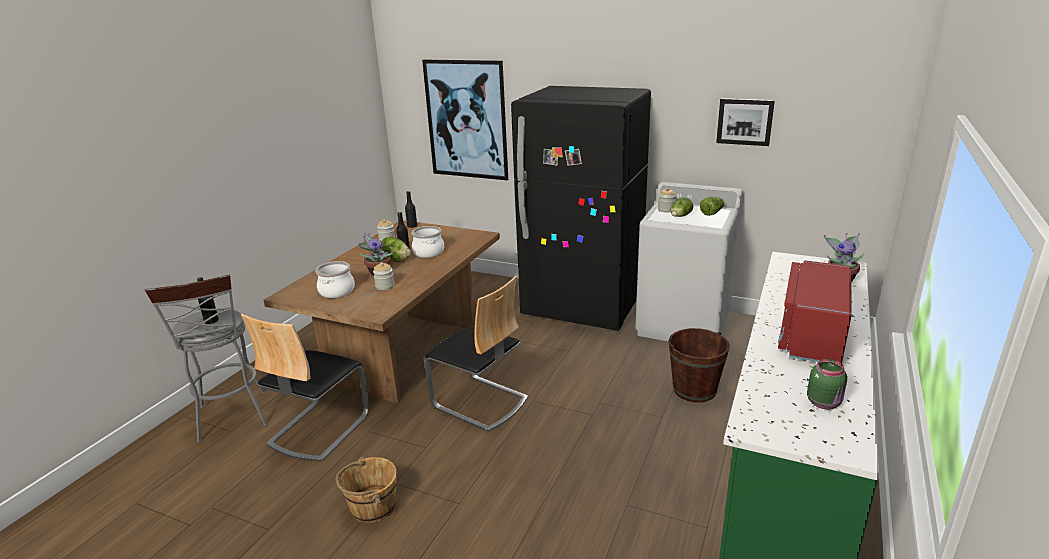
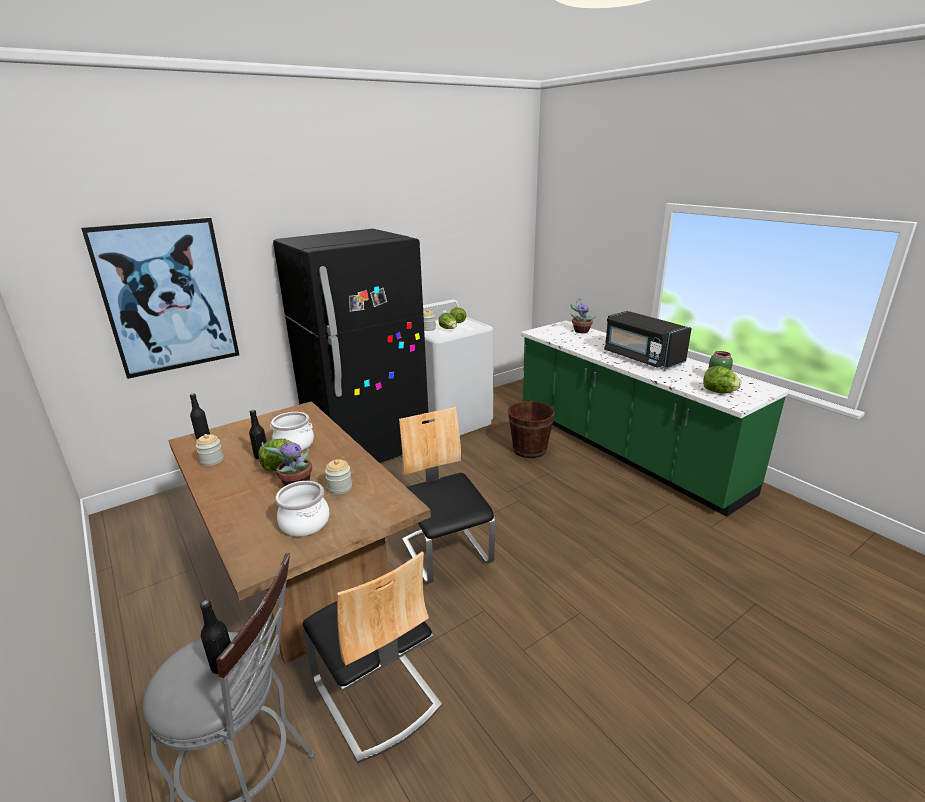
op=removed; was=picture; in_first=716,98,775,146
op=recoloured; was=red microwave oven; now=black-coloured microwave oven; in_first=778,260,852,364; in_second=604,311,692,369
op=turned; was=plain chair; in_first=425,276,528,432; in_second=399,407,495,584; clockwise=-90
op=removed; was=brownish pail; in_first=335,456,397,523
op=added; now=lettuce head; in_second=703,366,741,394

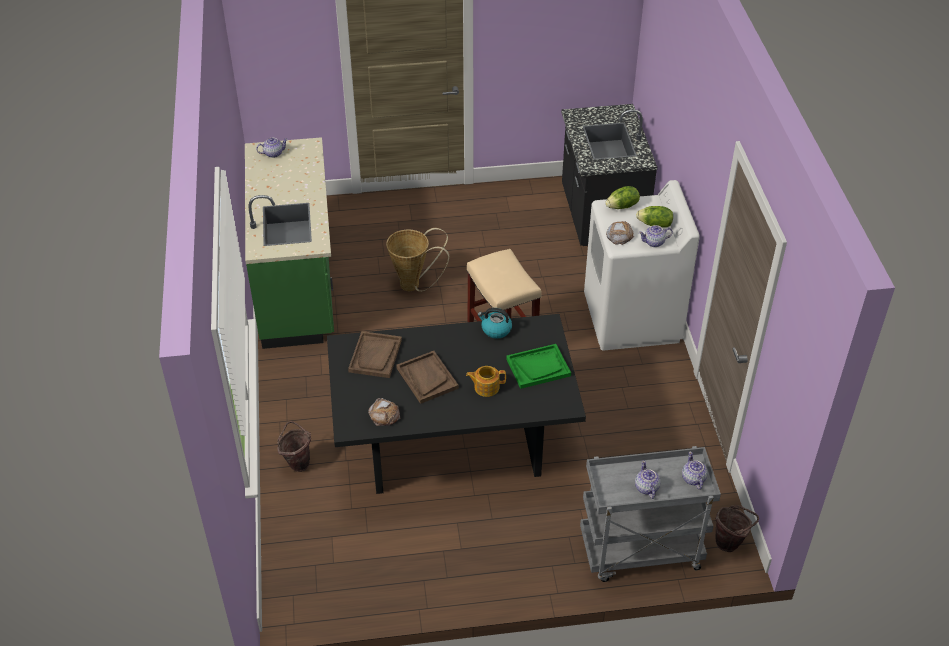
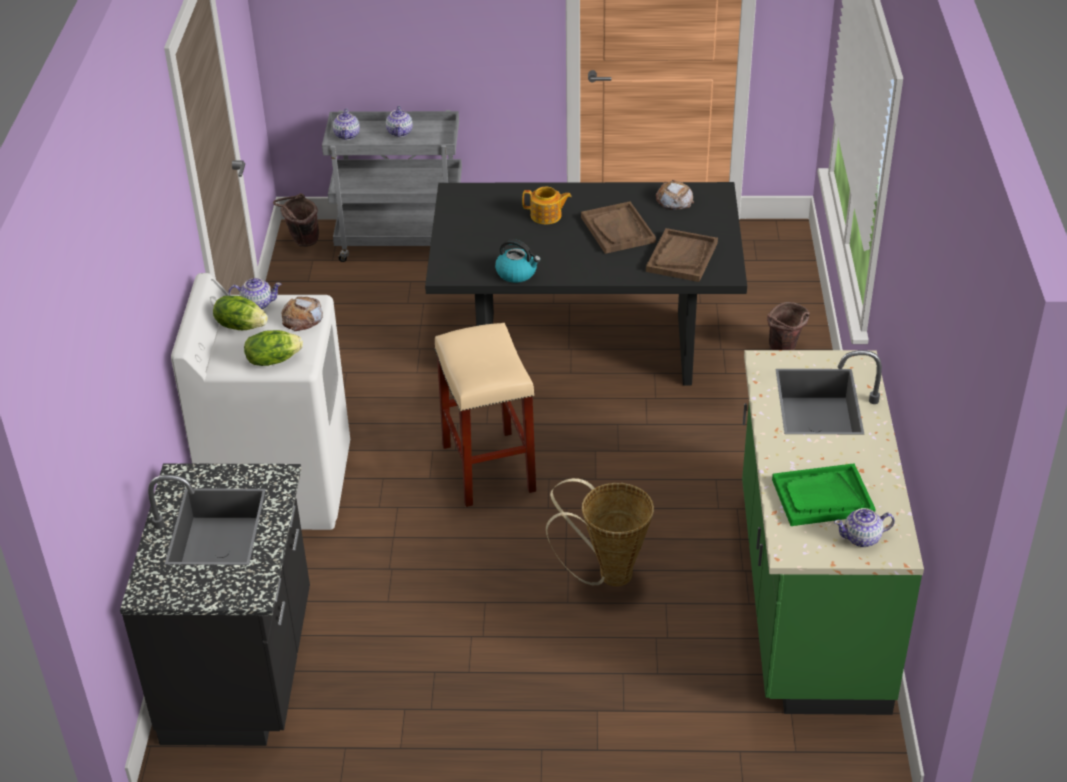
op=moved; was=greenish tray; in_first=506,344,571,389; in_second=772,463,876,526

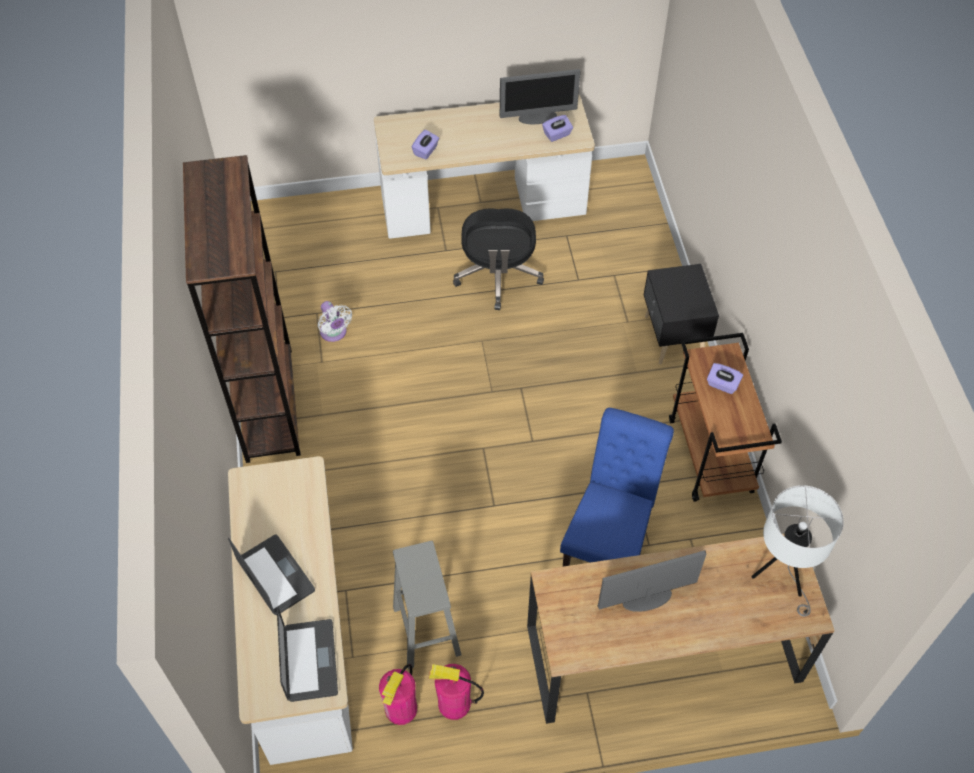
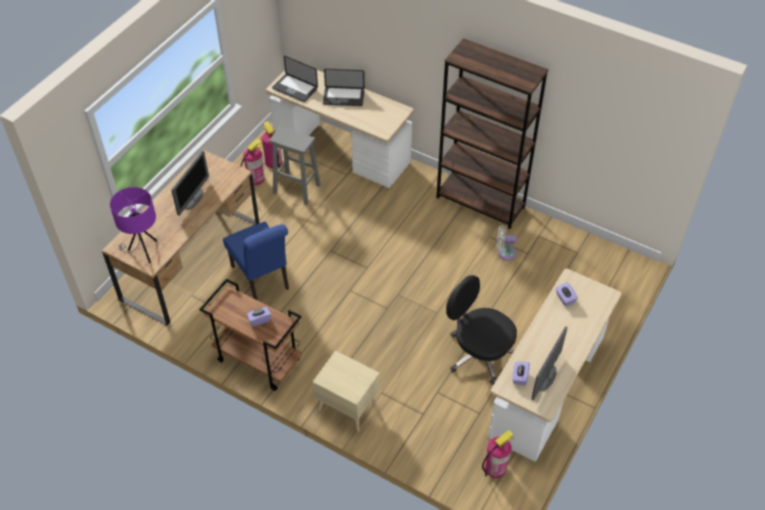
op=recoloured; was=black-coloured bedside table; now=beige bedside table; in_first=644,264,719,364; in_second=312,351,380,432
op=recoloured; was=whitish lamp for a table; now=purple-coloured lamp for a table; in_first=752,485,844,616; in_second=110,187,157,263
op=added; now=fire extinguisher; in_second=482,430,514,478

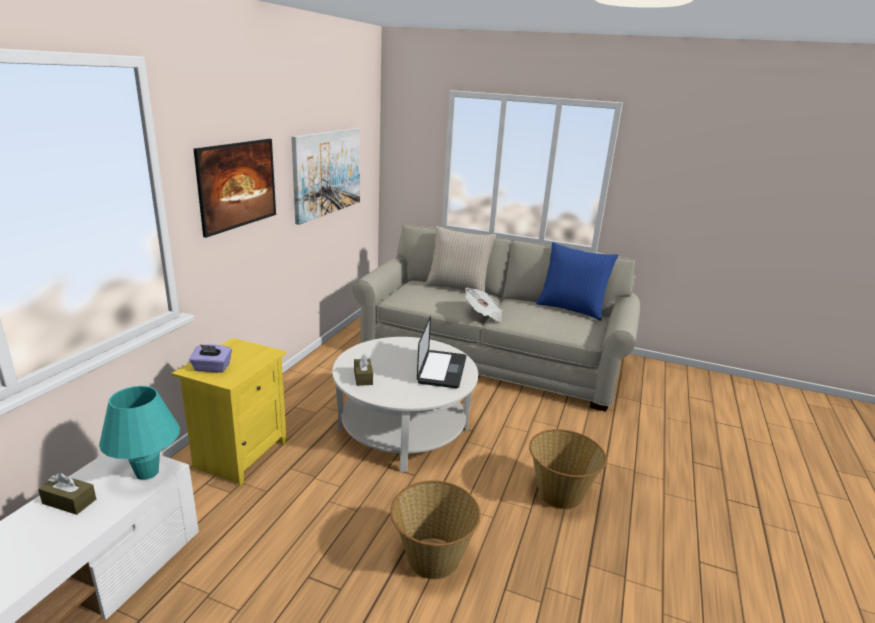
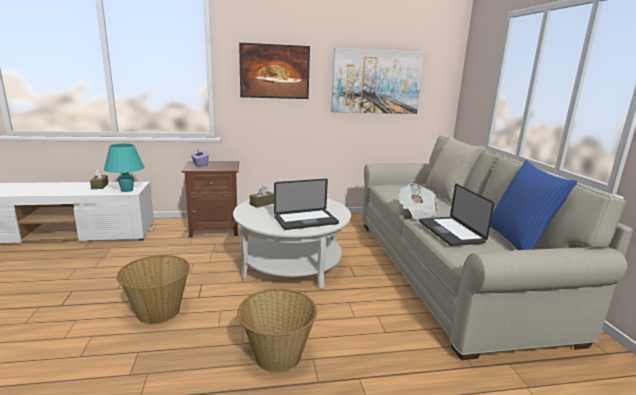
op=recoloured; was=yellow-coloured bedside table; now=brownish bedside table; in_first=172,338,287,486; in_second=182,161,239,238
op=added; now=notebook computer; in_second=419,183,494,246

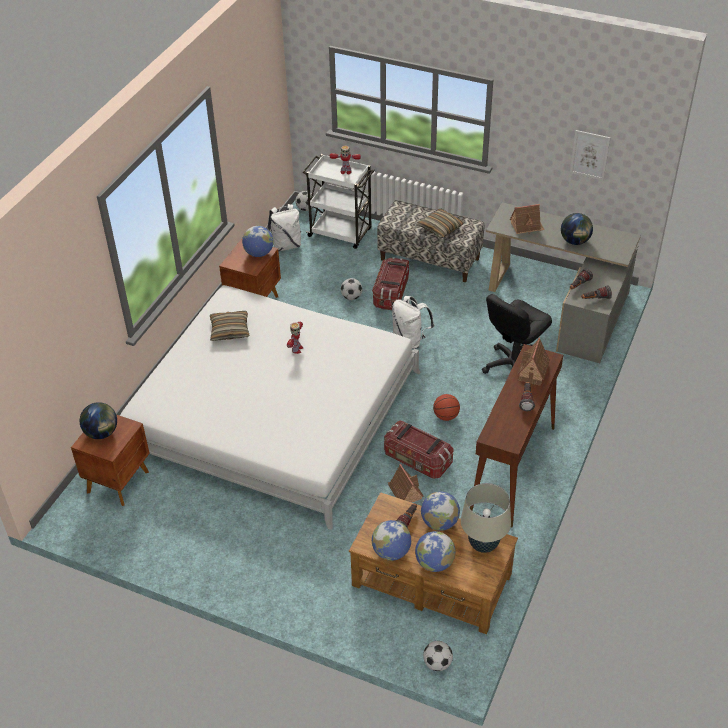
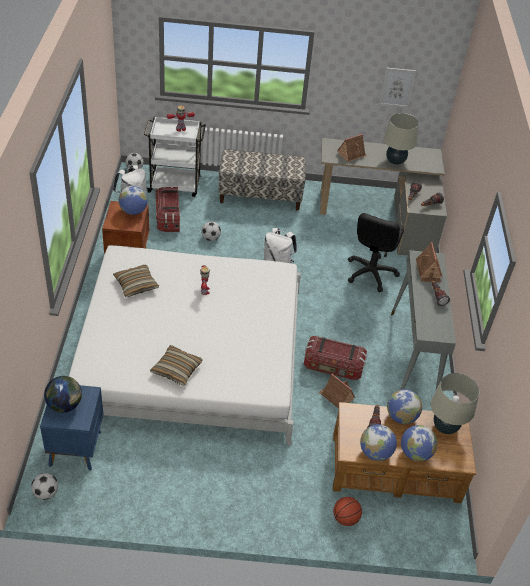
op=moved; was=throw pillow; in_first=417,208,465,238; in_second=150,345,203,386
op=replaced; was=world globe; now=beige lamp for a table; in_first=561,213,593,245; in_second=384,113,419,164
op=moved; was=storage box; in_first=372,257,409,310; in_second=155,186,180,232
op=recoloured; was=brownish console table; now=grey console table; in_first=470,344,563,527; in_second=391,250,456,390
op=moved; was=basketball; in_first=433,394,460,421; in_second=333,497,362,526
op=recoloured; was=brownish bedside table; now=bluish bedside table; in_first=71,415,150,506; in_second=40,385,104,471
op=moved; was=football ball; in_first=423,641,453,671; in_second=31,473,58,500

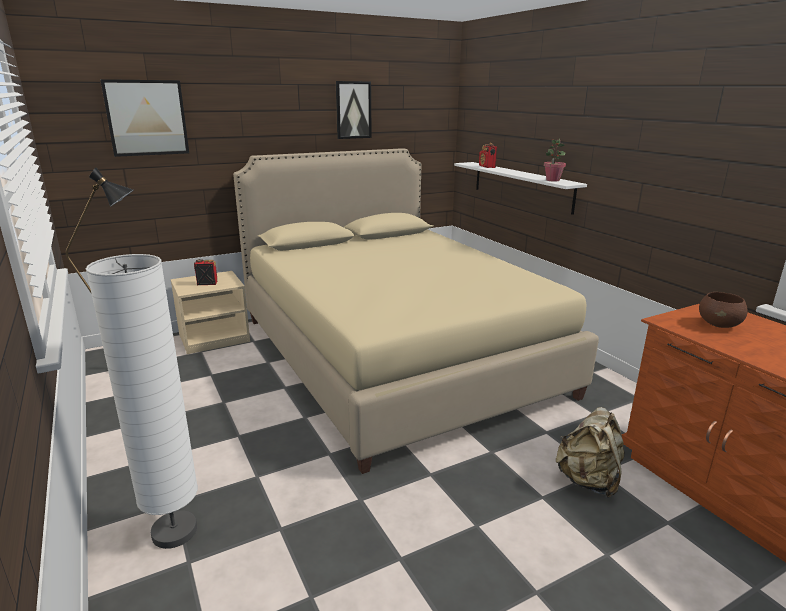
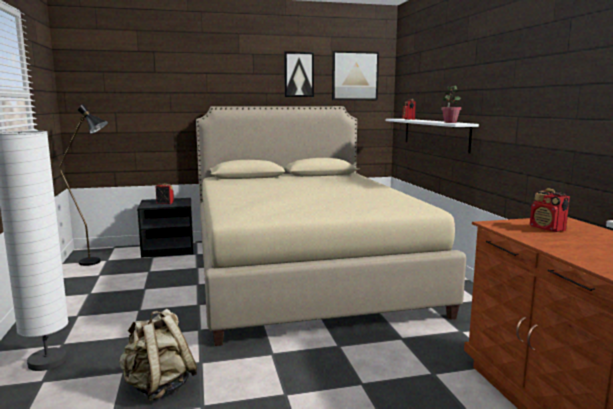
op=moved; was=picture; in_first=100,79,189,157; in_second=332,51,379,100
op=recoloured; was=beige bedside table; now=black-coloured bedside table; in_first=170,271,250,354; in_second=137,198,194,258
op=replaced; was=brownish bowl; now=radio; in_first=699,292,748,328; in_second=530,188,570,232
op=moved; was=beige backpack; in_first=556,407,624,497; in_second=119,309,197,402

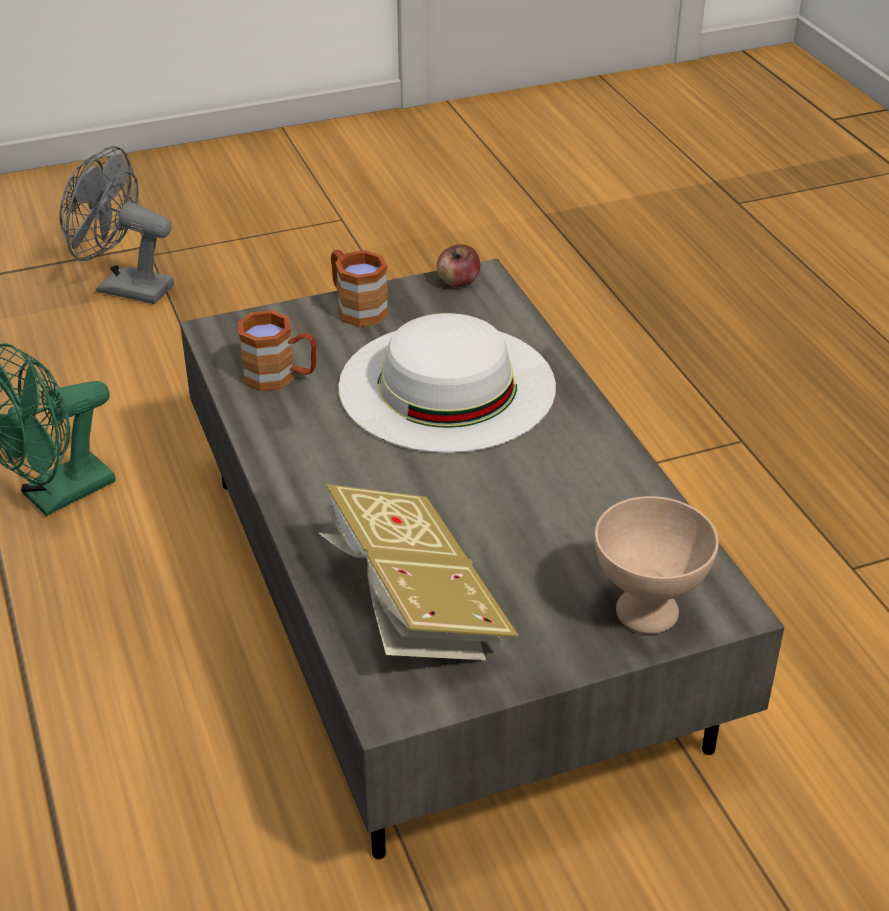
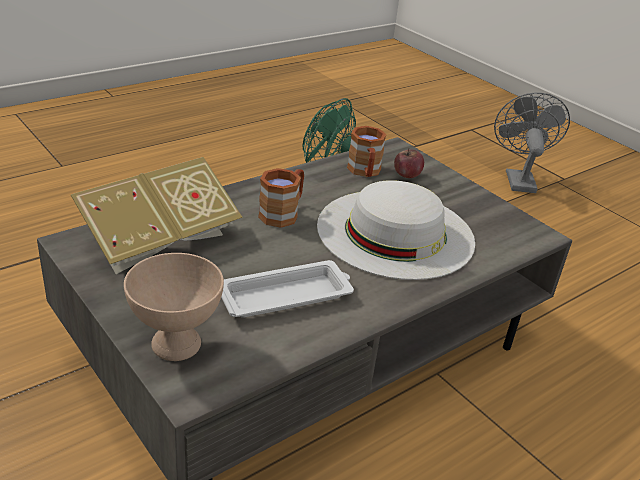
op=moved; was=whole apple; in_first=437,245,480,287; in_second=394,148,424,178
op=moved; was=brownish coffee mug; in_first=331,250,389,327; in_second=258,168,304,228
op=added; now=whitish tray; in_second=221,260,354,318

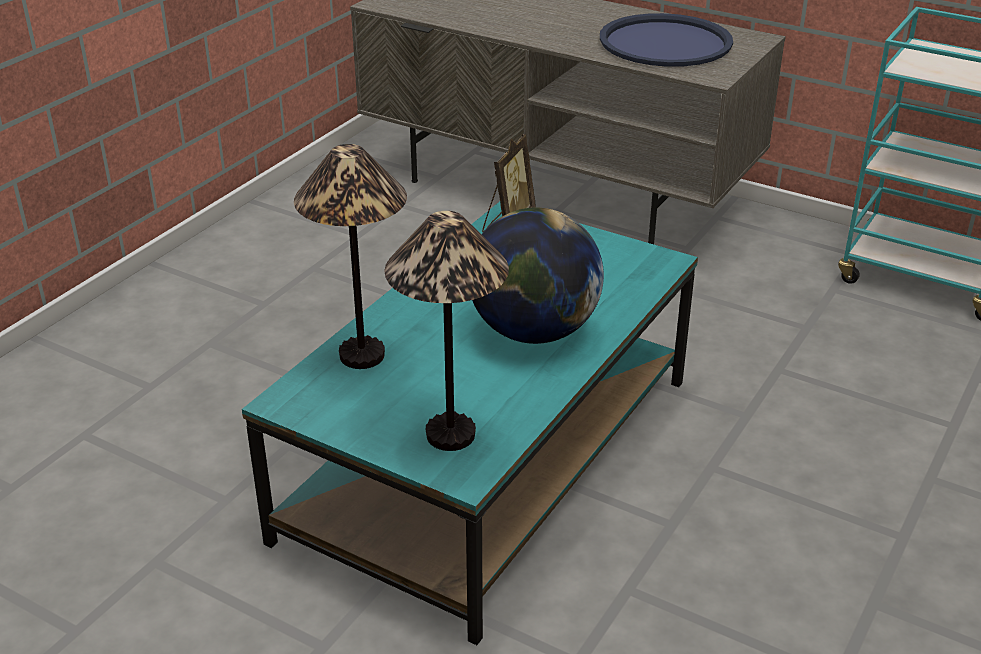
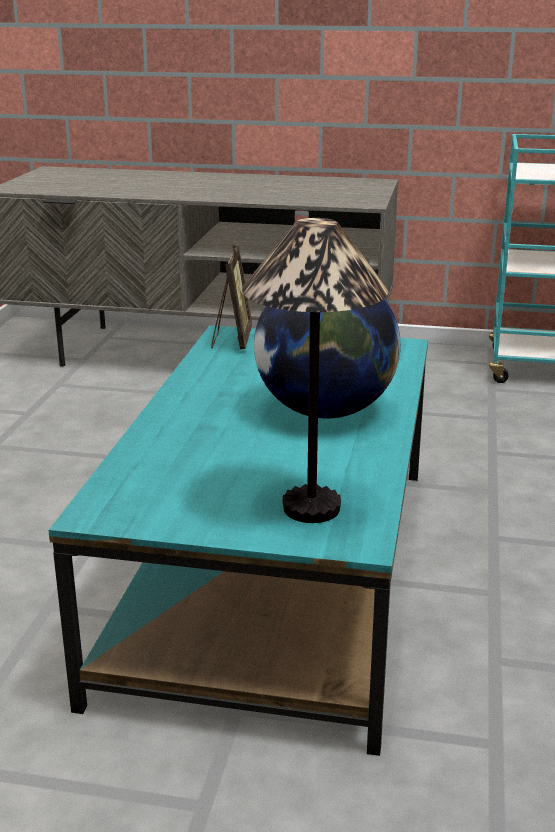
op=removed; was=bluish tray; in_first=600,13,733,67
op=removed; was=lamp for a table; in_first=294,144,407,369

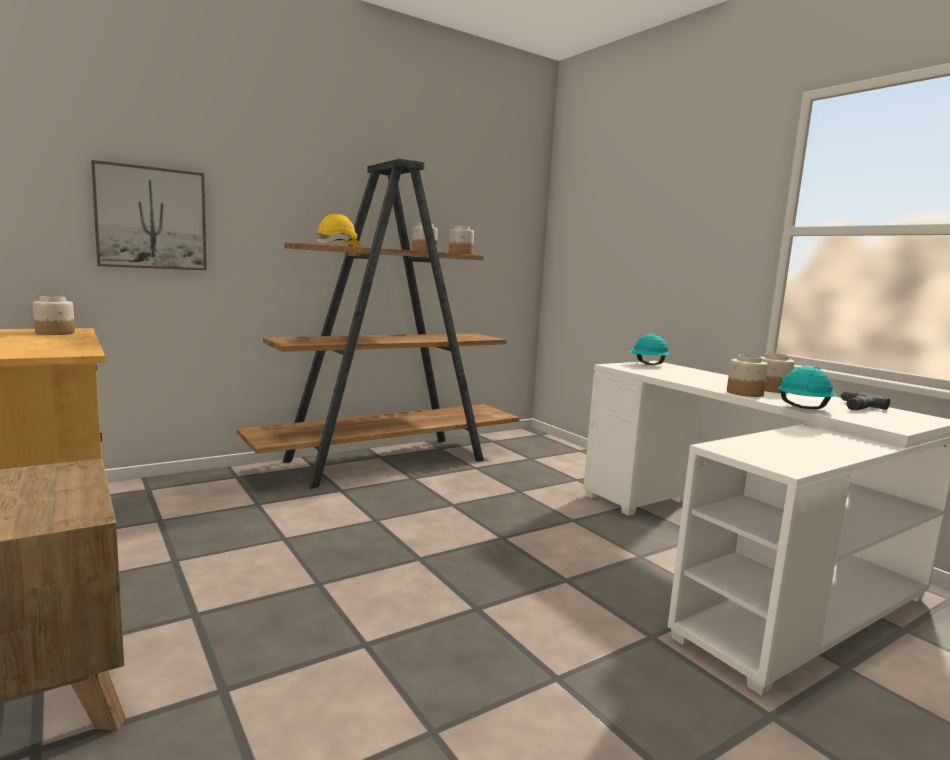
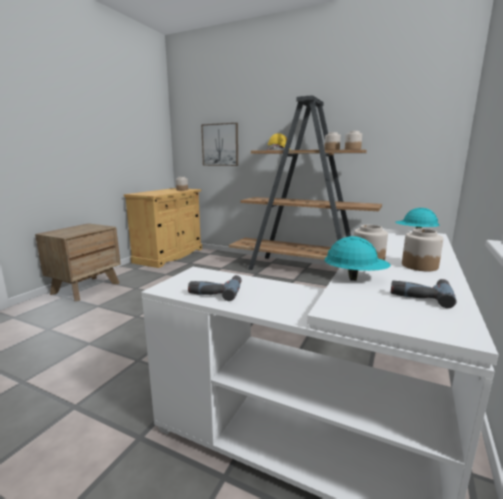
op=added; now=power drill; in_second=188,275,242,301

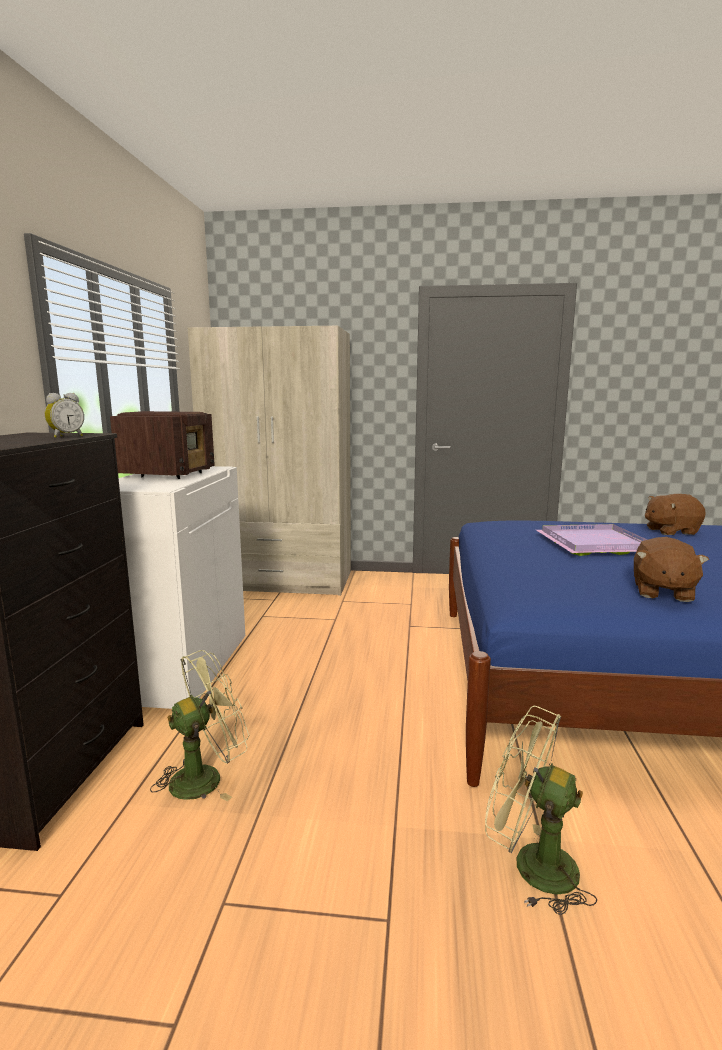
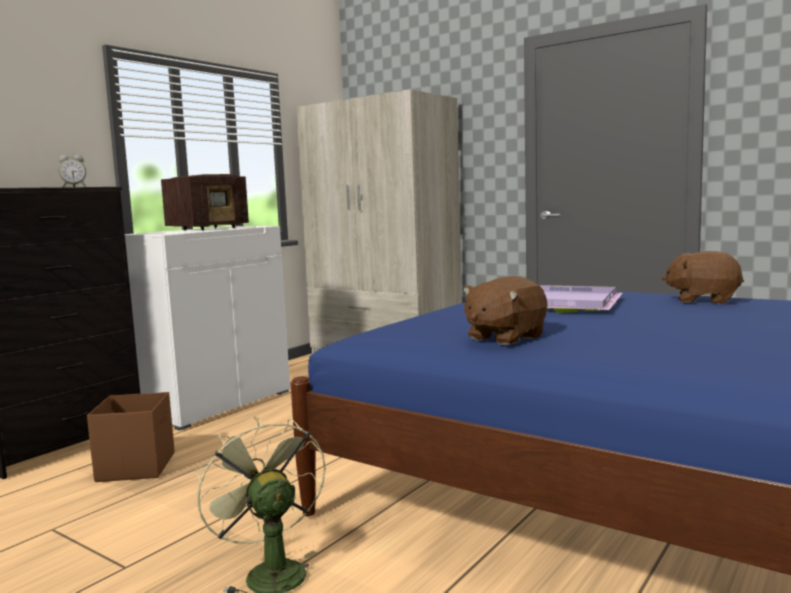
op=replaced; was=greenish fan; now=brownish storage box; in_first=150,650,249,801; in_second=87,392,175,482

